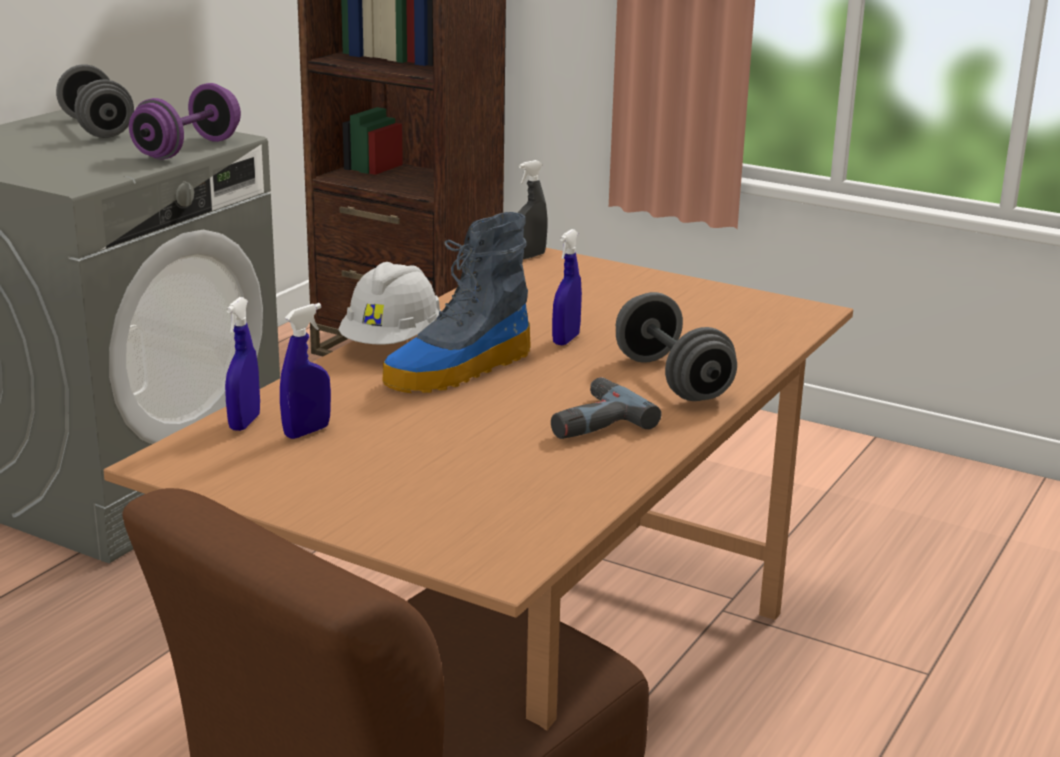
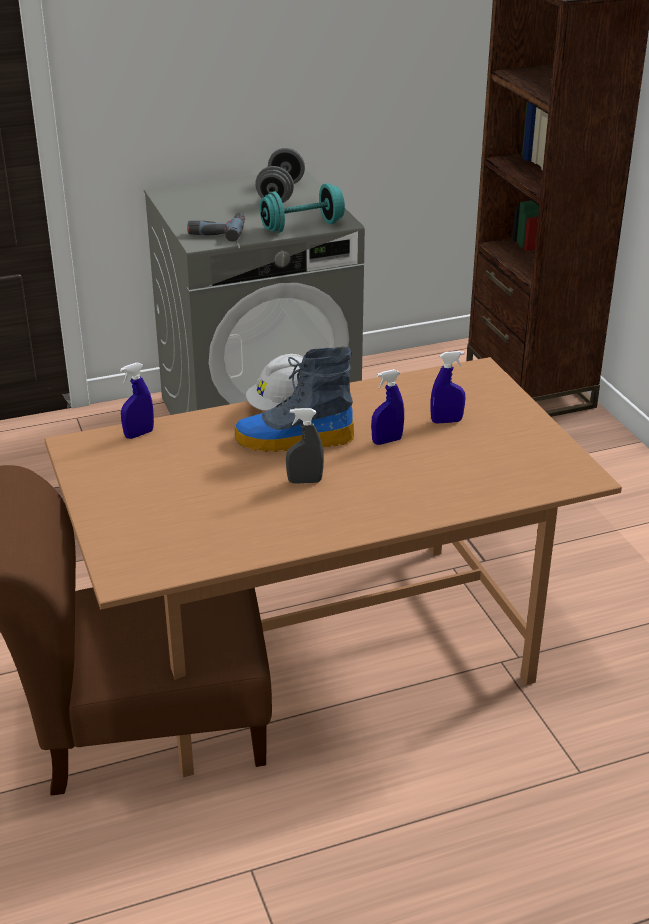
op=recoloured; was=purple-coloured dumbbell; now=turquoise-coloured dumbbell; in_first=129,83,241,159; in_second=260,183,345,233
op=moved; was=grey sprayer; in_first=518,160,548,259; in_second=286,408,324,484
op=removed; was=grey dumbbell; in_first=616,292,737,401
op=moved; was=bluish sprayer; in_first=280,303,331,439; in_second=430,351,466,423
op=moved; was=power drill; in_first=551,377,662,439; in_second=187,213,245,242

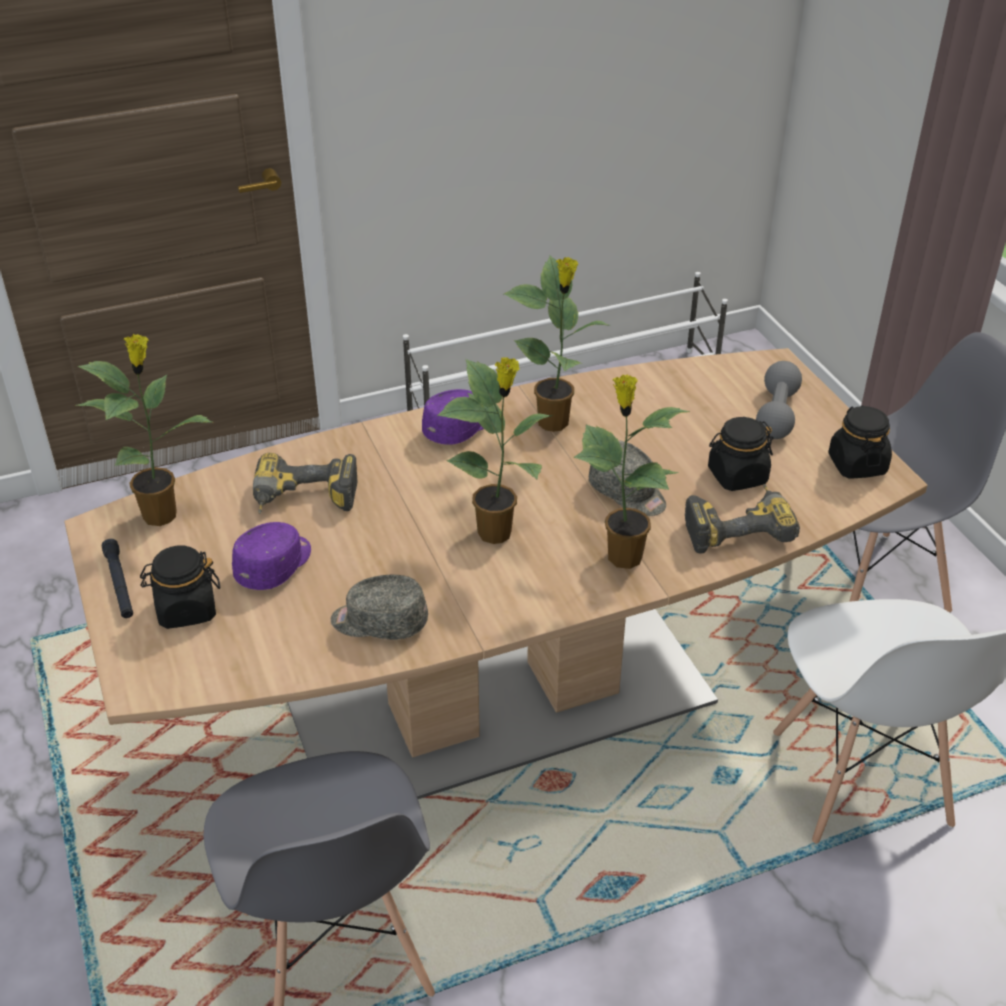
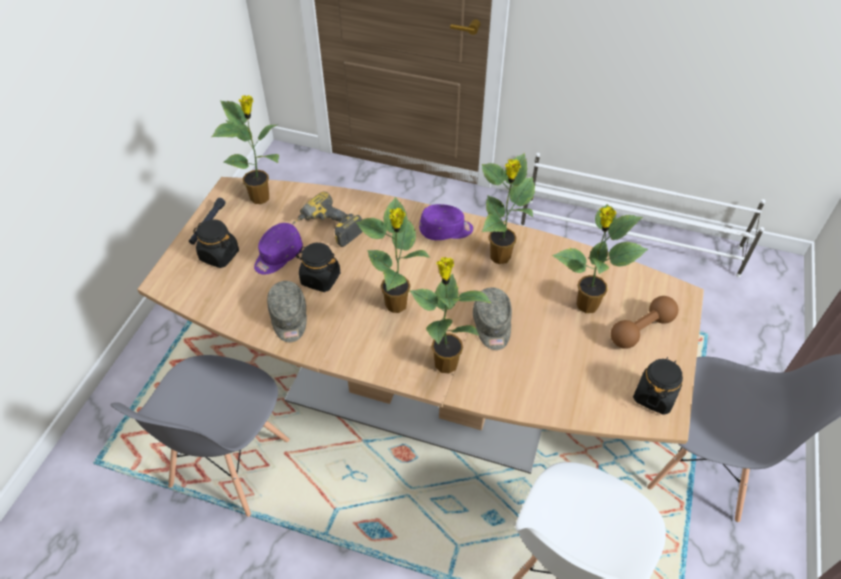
op=recoloured; was=grey dumbbell; now=brownish dumbbell; in_first=756,361,802,439; in_second=611,296,679,349
op=moved; was=black-coloured jar; in_first=708,417,773,491; in_second=296,243,340,292
op=removed; was=power drill; in_first=685,484,800,553
op=turned; was=purple-coloured cap; in_first=232,522,311,590; in_second=254,223,303,274; clockwise=150
op=turned; was=grey cap; in_first=331,575,428,640; in_second=267,281,307,342; clockwise=-150
op=added; now=plant in a pot; in_second=552,204,648,313

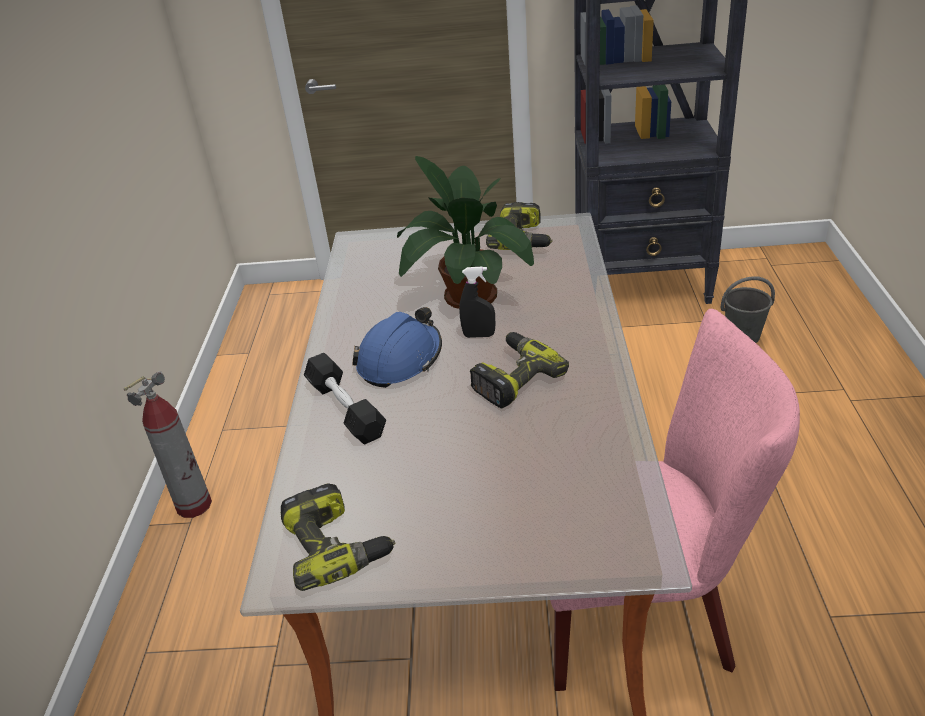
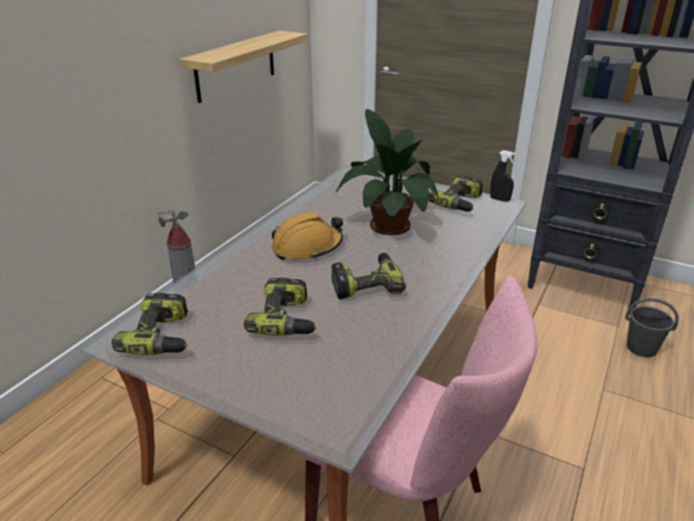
op=moved; was=black-coloured sprayer; in_first=459,267,495,338; in_second=490,150,516,202
op=recoloured; was=bluish hard hat; now=orange hard hat; in_first=352,307,442,388; in_second=272,212,343,260
op=removed; was=black-coloured dumbbell; in_first=304,353,386,445
op=added; now=wall shelf; in_second=180,31,308,103
op=added; now=power drill; in_second=244,278,317,336

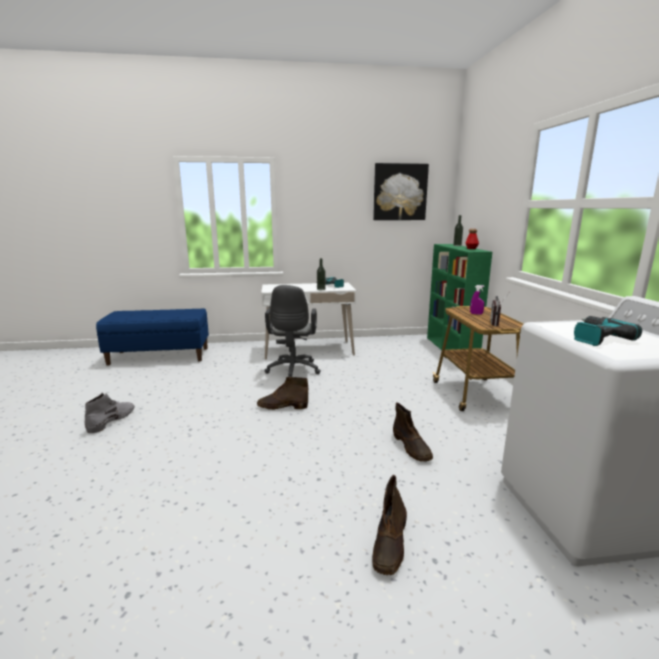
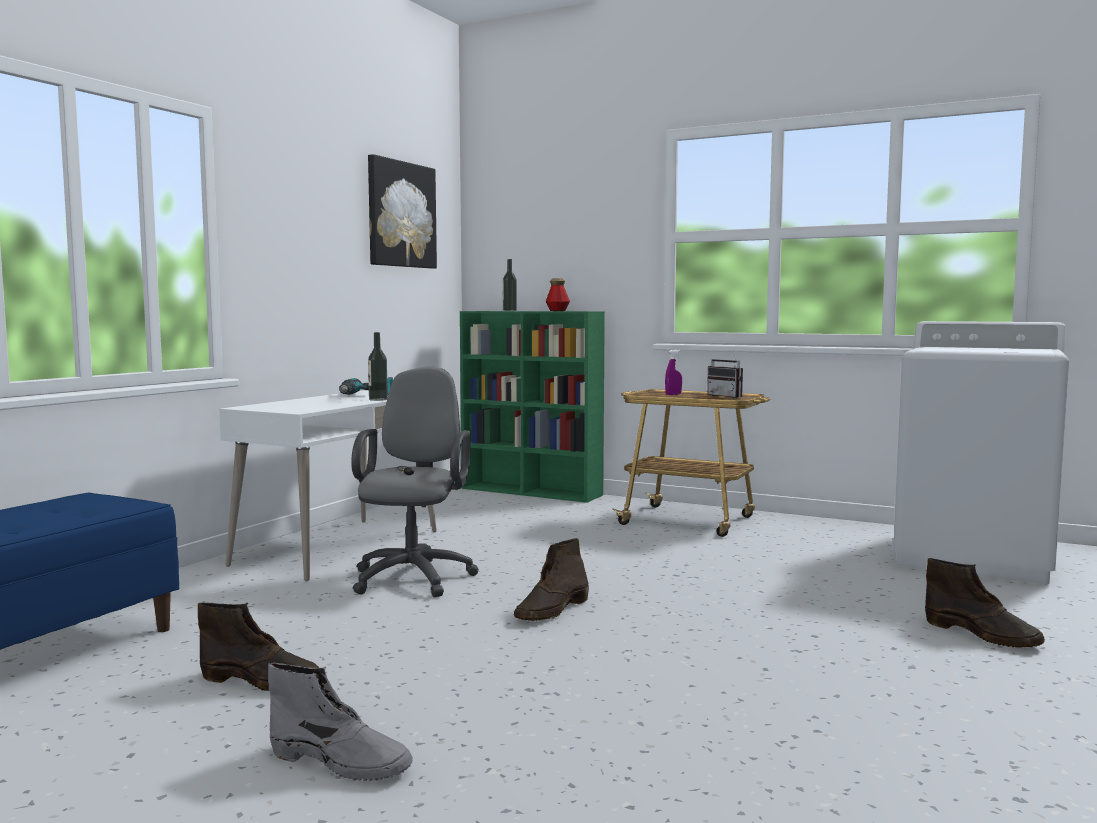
op=turned; was=grey computer chair; in_first=264,285,321,377; in_second=351,367,479,597; clockwise=-120
op=removed; was=power drill; in_first=574,316,642,346
op=turned; was=grey high-top boot; in_first=85,392,135,433; in_second=268,663,413,781; clockwise=150
op=moved; was=brownish high-top boot; in_first=393,402,433,462; in_second=198,603,319,691

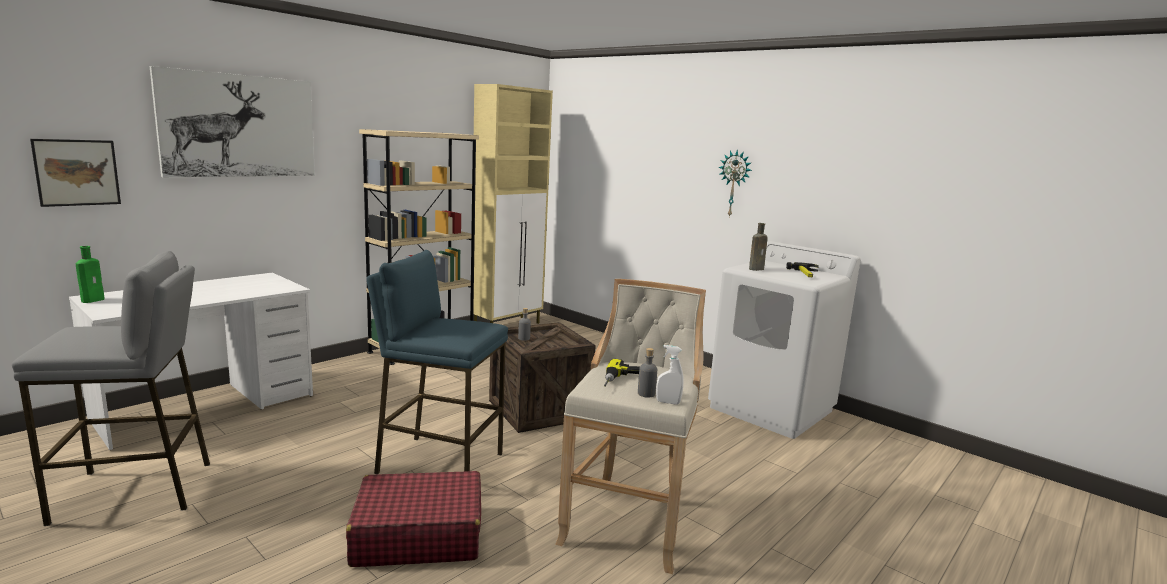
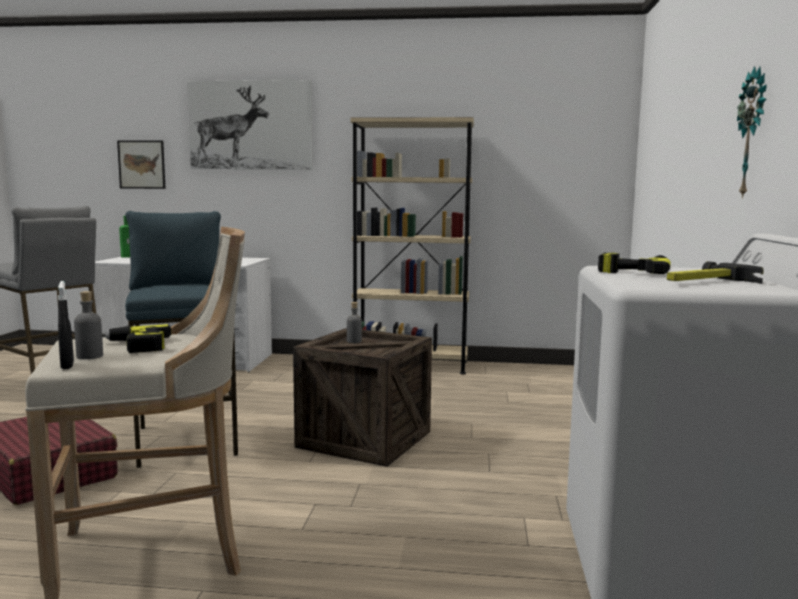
op=removed; was=beige cupboard; in_first=473,84,553,324
op=replaced; was=brownish drink bottle; now=power drill; in_first=749,223,768,271; in_second=598,253,671,274
op=recoloured; was=whitish sprayer; now=black-coloured sprayer; in_first=656,345,684,405; in_second=58,281,74,369

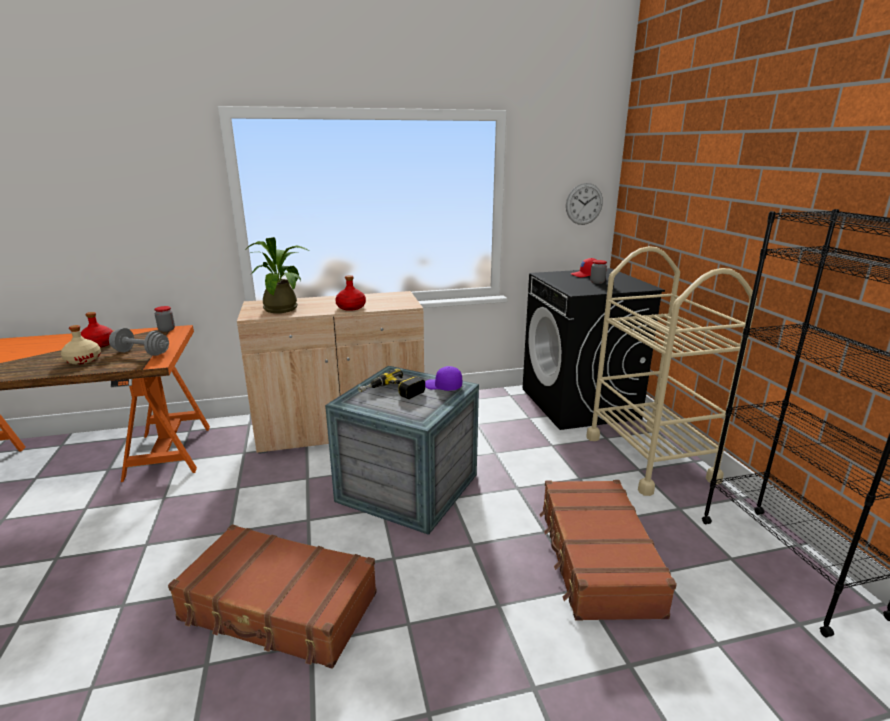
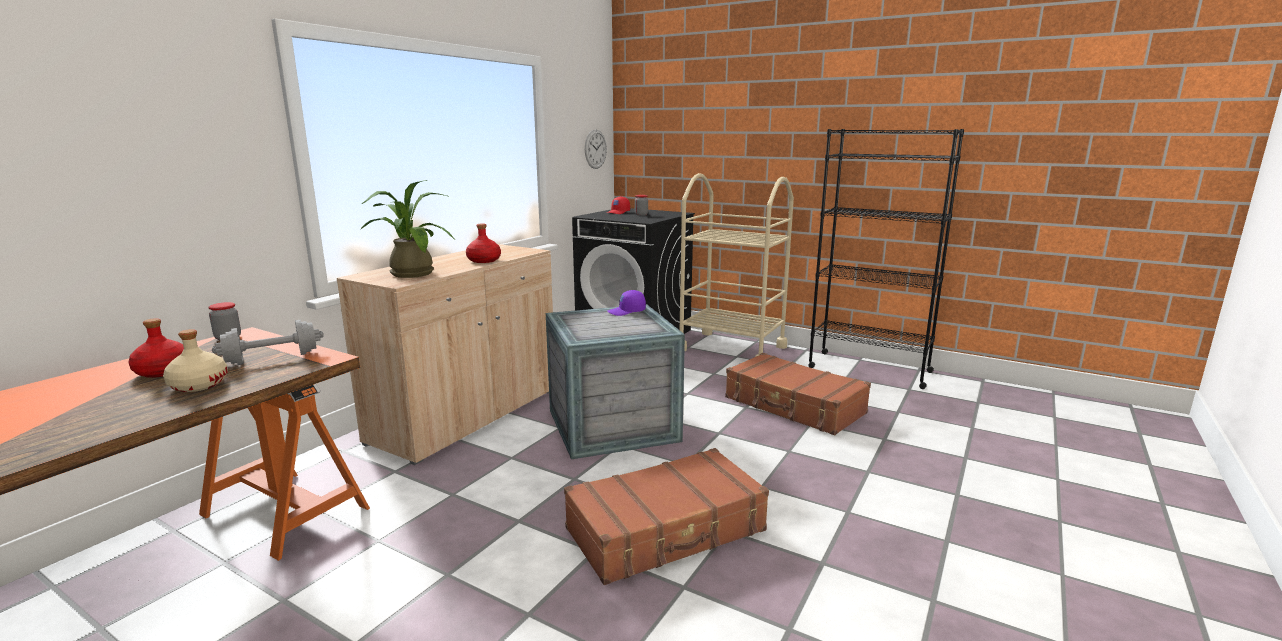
op=removed; was=power drill; in_first=358,369,425,399

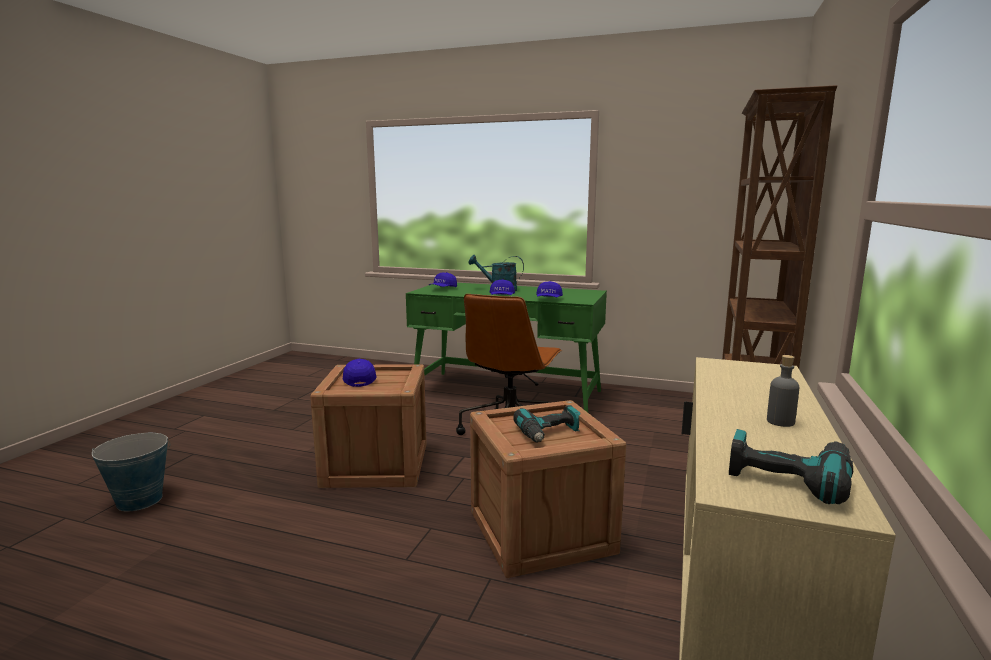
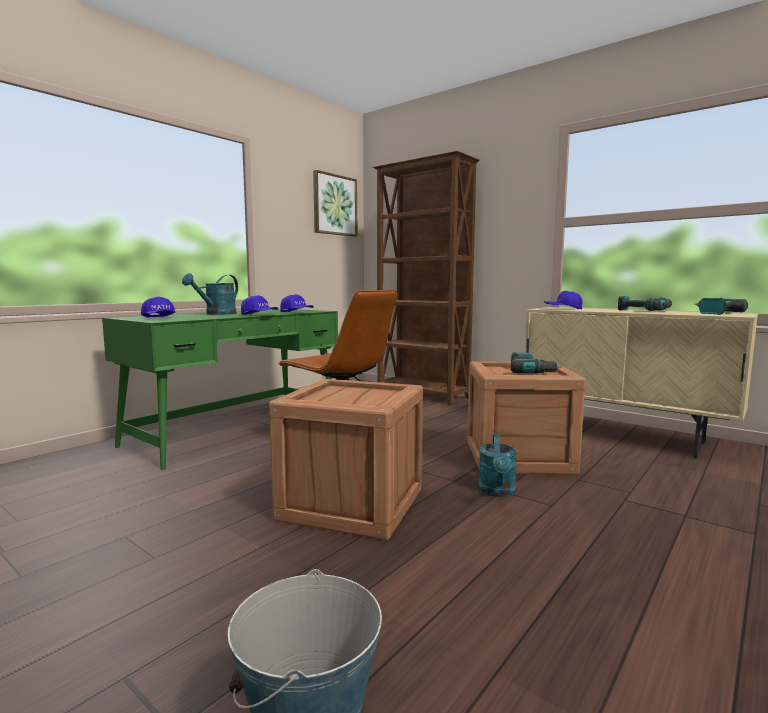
op=replaced; was=grey drink bottle; now=power drill; in_first=767,355,800,427; in_second=618,296,672,311
op=moved; was=bluish cap; in_first=343,359,377,387; in_second=544,291,582,310
op=added; now=picture; in_second=313,170,357,237
op=added; now=turquoise-coloured sprinkling can; in_second=478,433,517,497

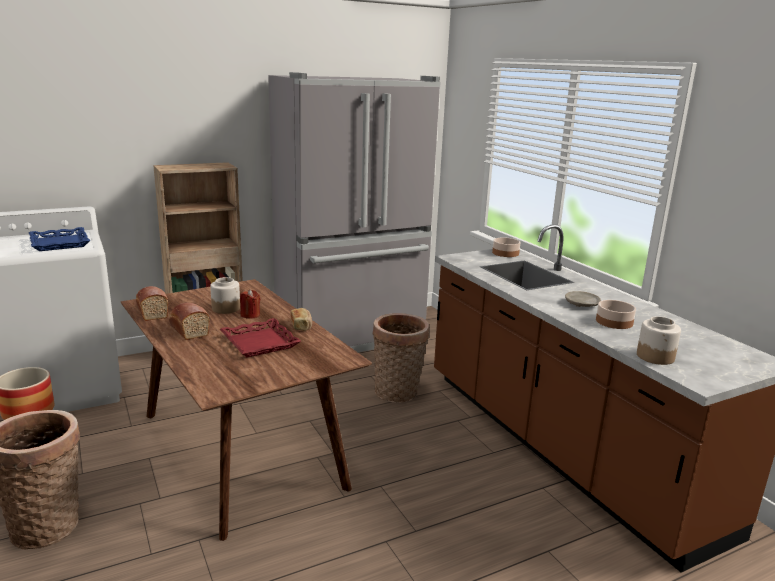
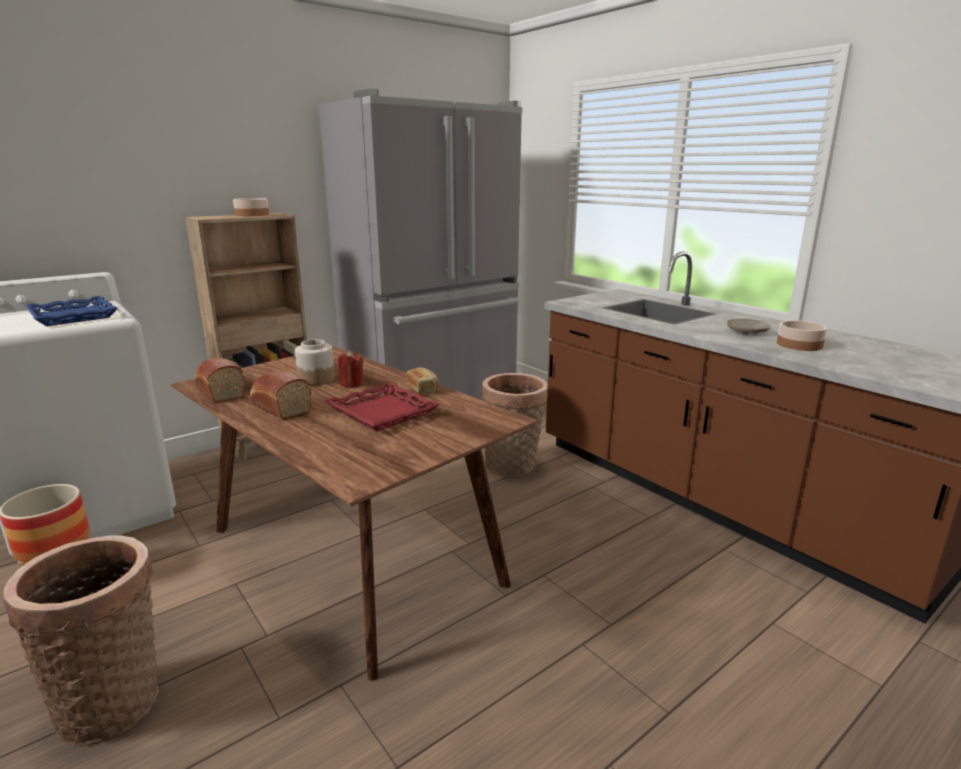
op=moved; was=bowl; in_first=492,237,521,257; in_second=233,198,269,216
op=removed; was=jar; in_first=637,316,681,365

